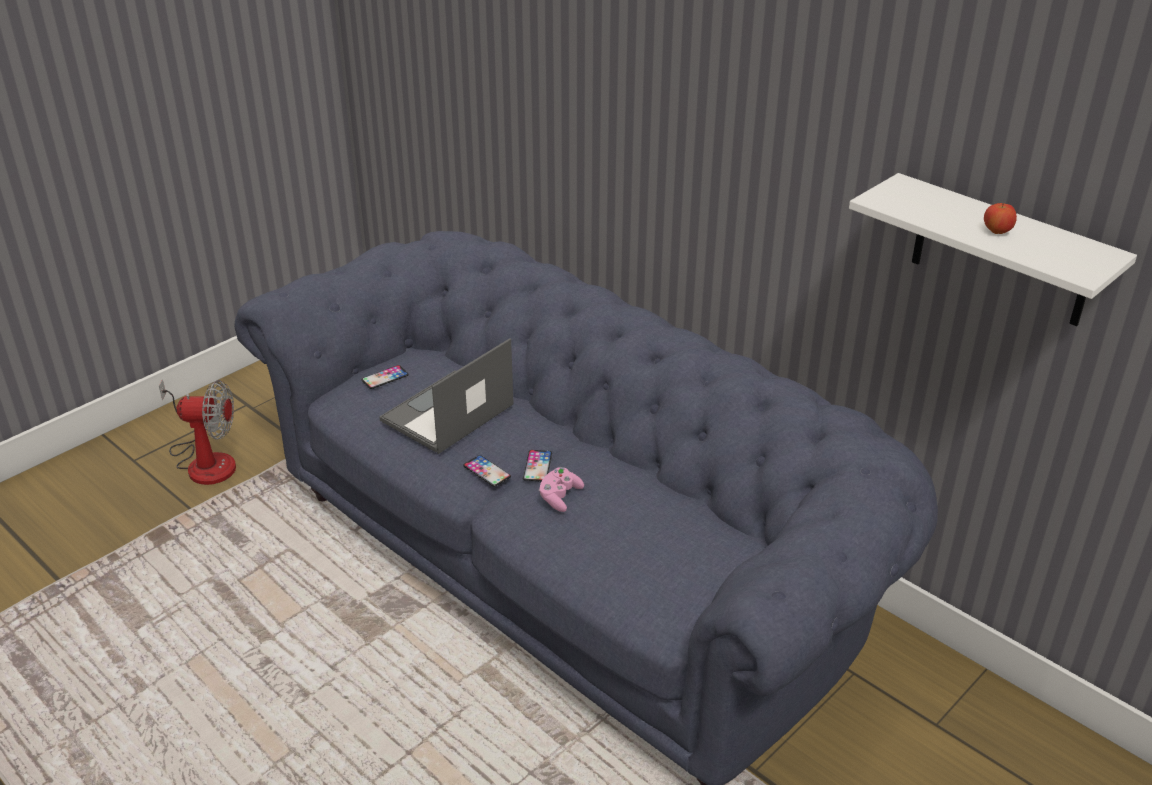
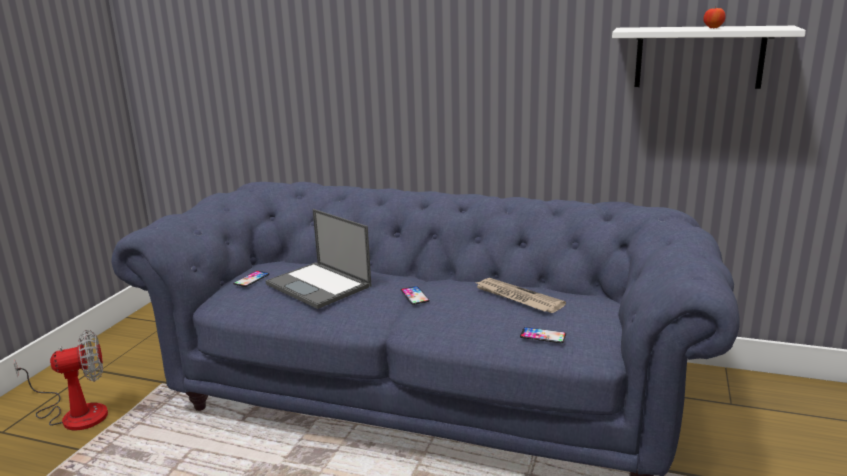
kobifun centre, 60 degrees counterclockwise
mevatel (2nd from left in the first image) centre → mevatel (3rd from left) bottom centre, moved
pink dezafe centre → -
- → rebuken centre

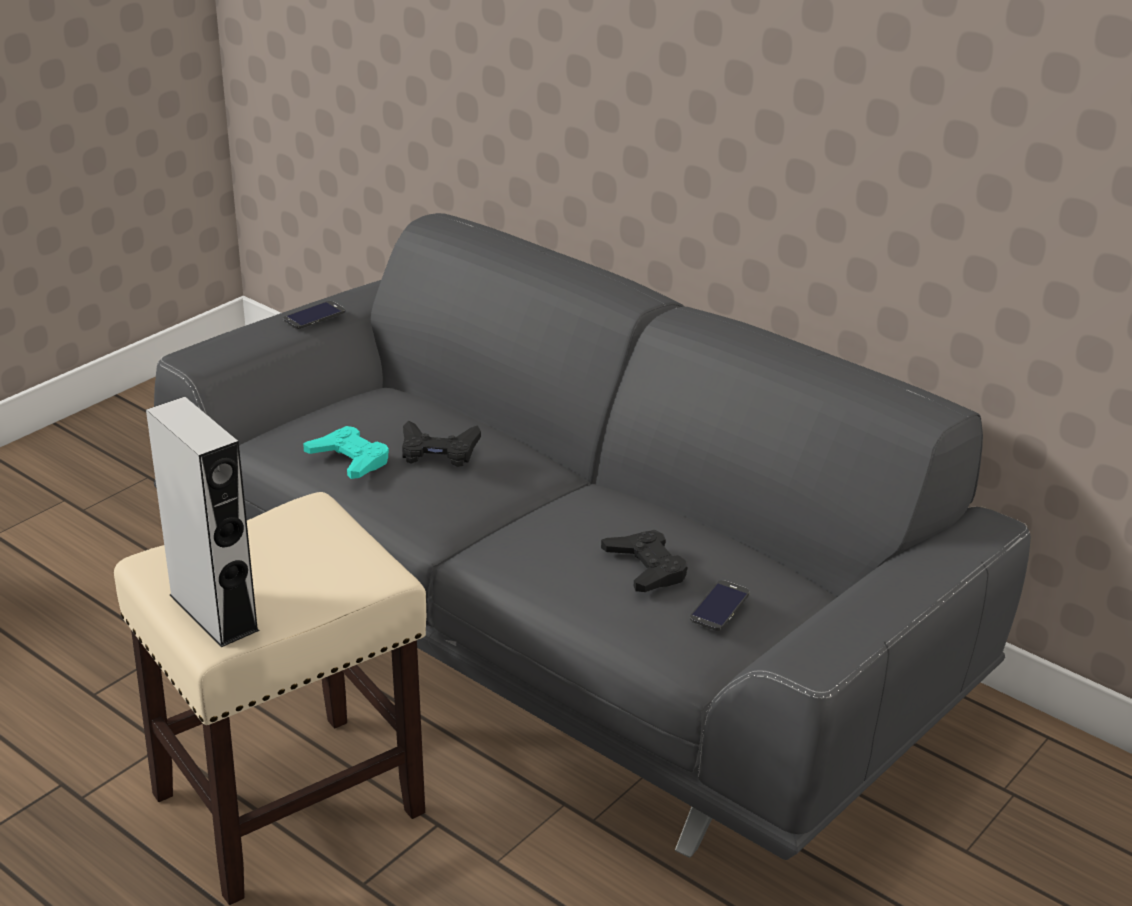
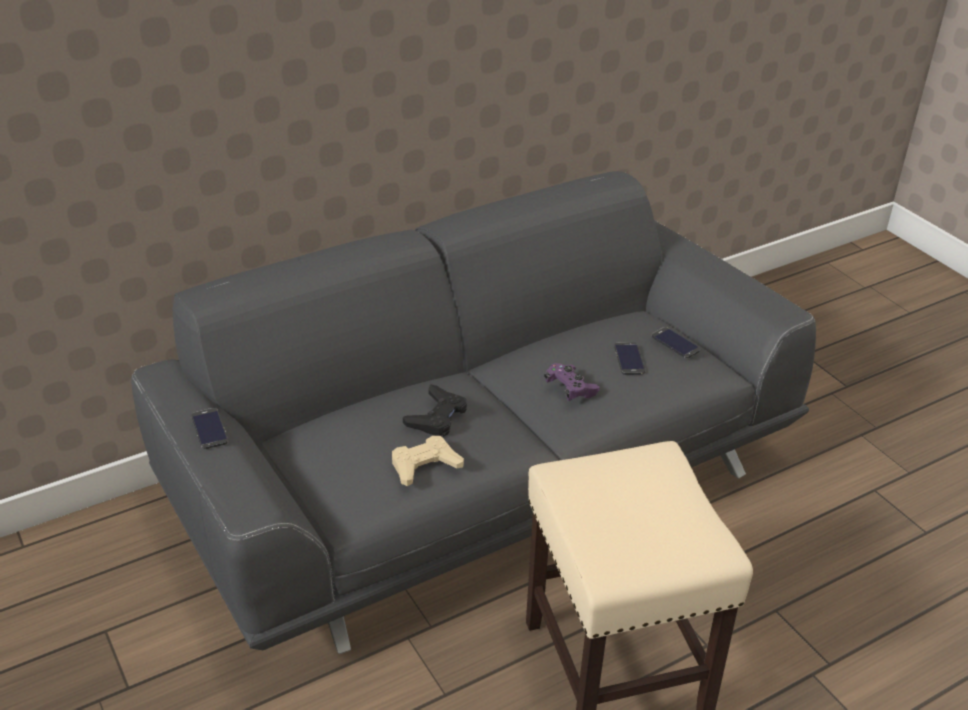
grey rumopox middle left → -
turquoise dezafe middle left → beige dezafe centre
black dezafe (2nd from left) centre → mevatel (2nd from left) centre
- → purple dezafe centre

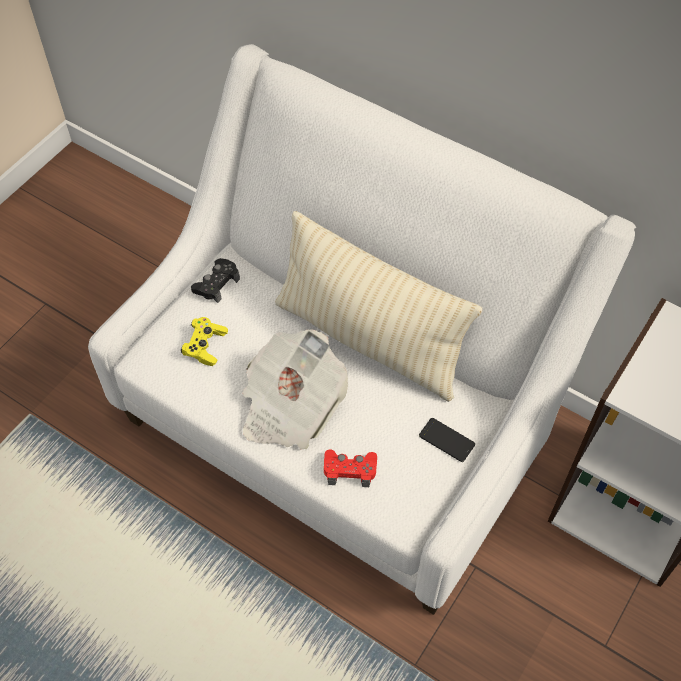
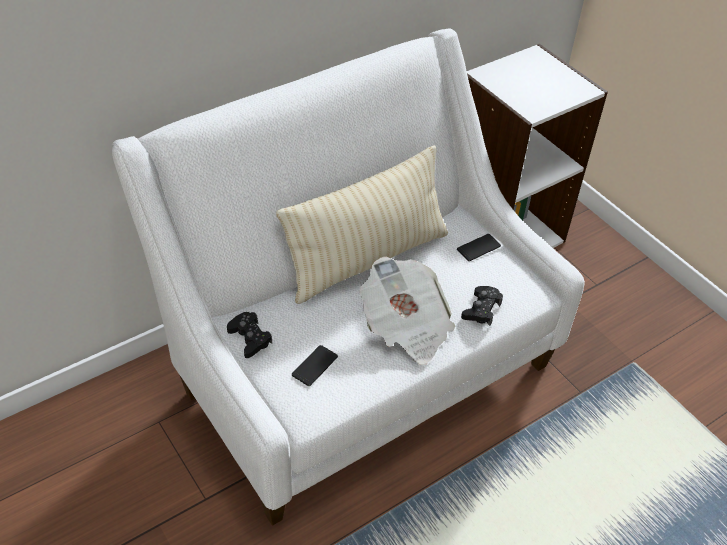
yellow dezafe middle left → mevatel (1st from left) bottom centre
red dezafe bottom centre → black dezafe (2nd from left) centre

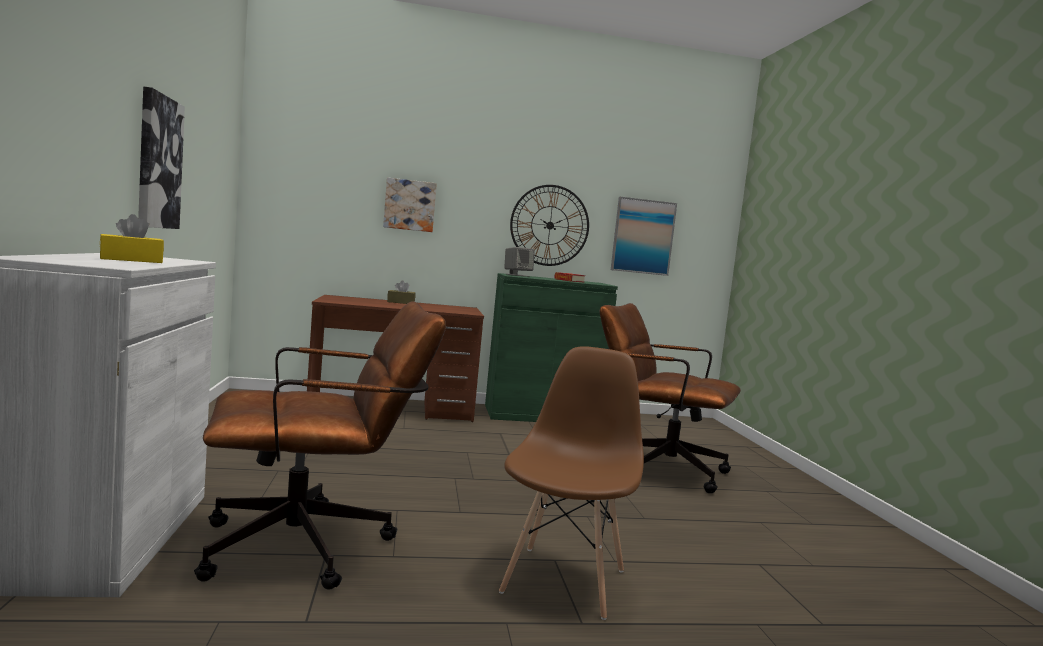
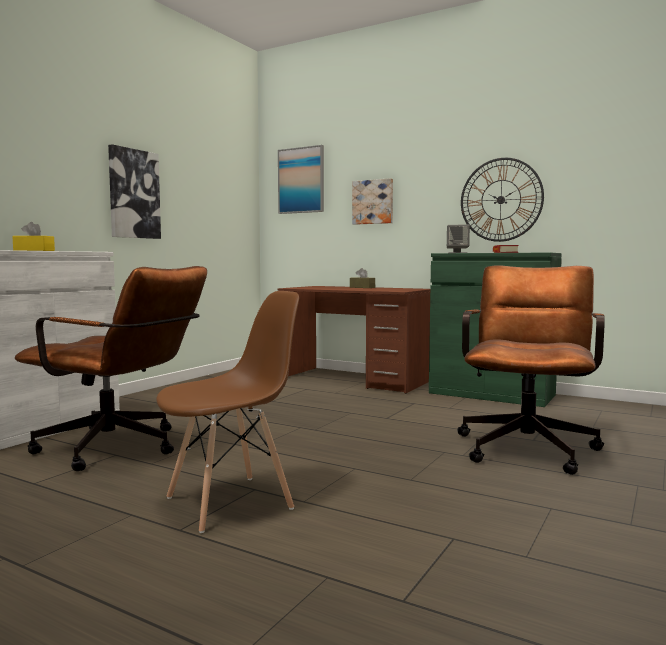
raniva (3rd from left in the first image) centre → raniva (2nd from left) top centre, moved
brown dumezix (2nd from left) centre → brown dumezix (2nd from left) middle right, 45 degrees clockwise

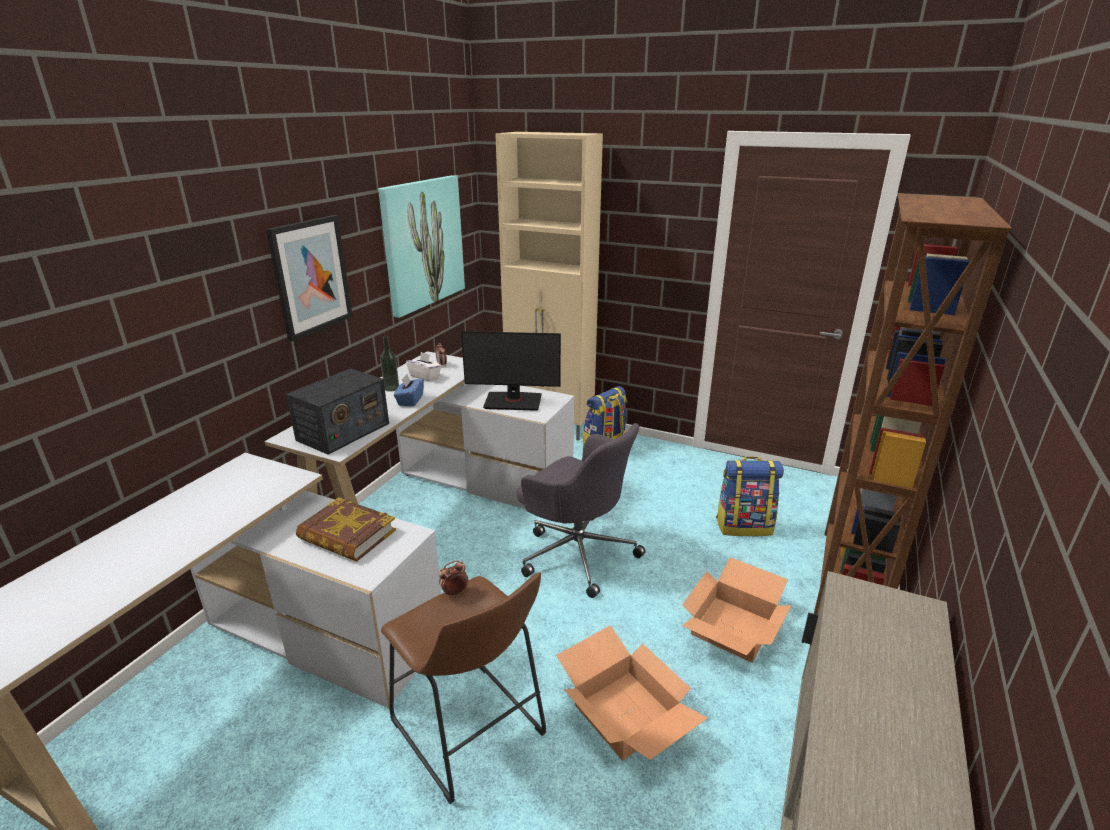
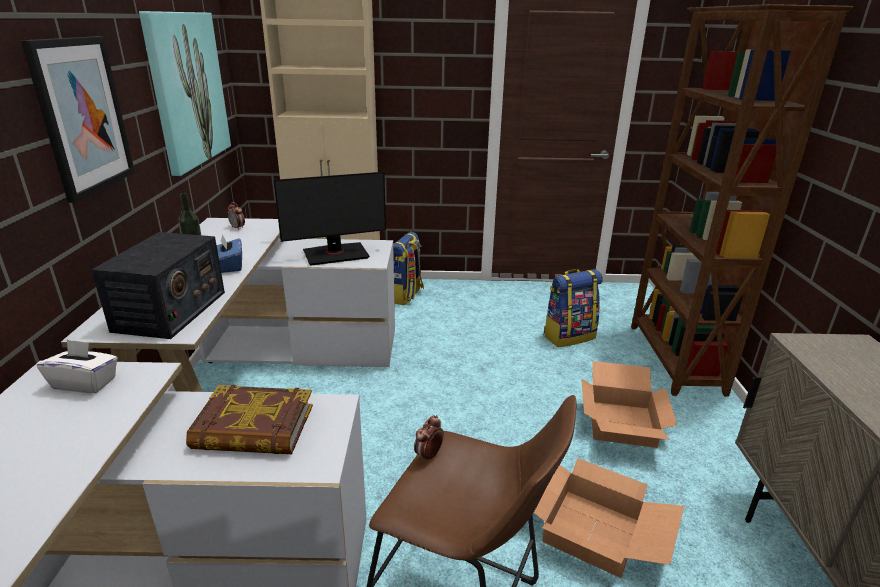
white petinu centre → white petinu middle left, moved
grey dumezix centre → -

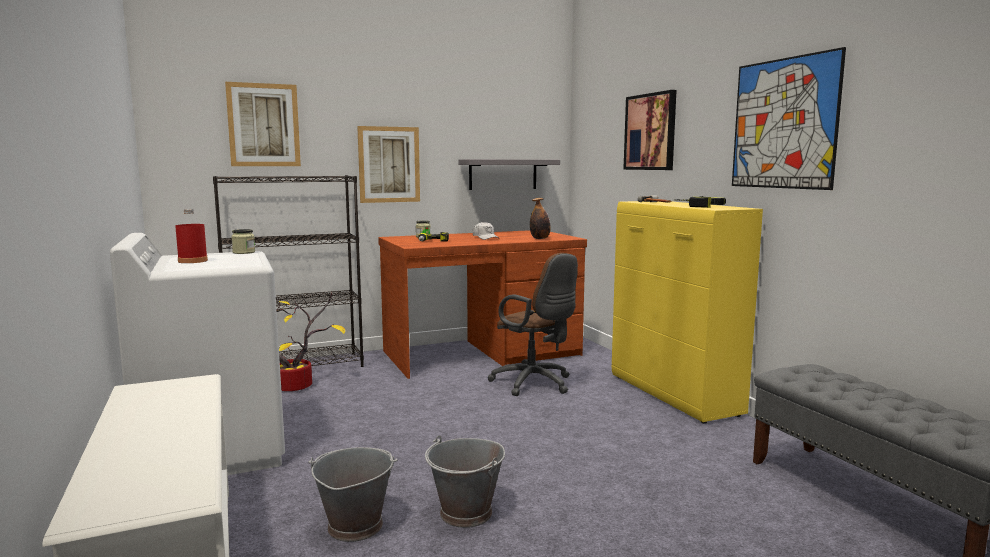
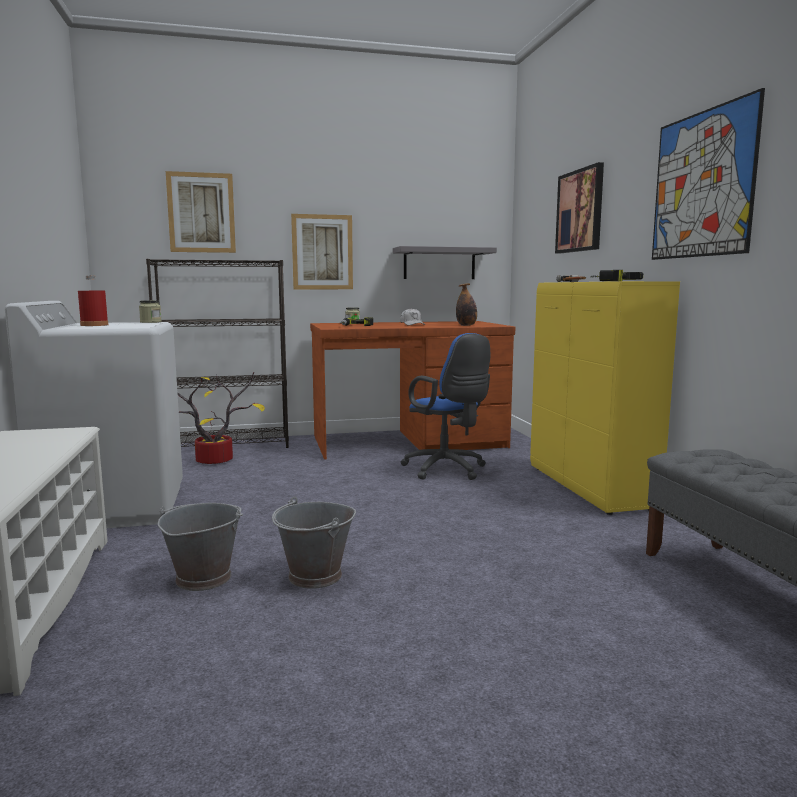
brown dumezix centre → blue dumezix centre

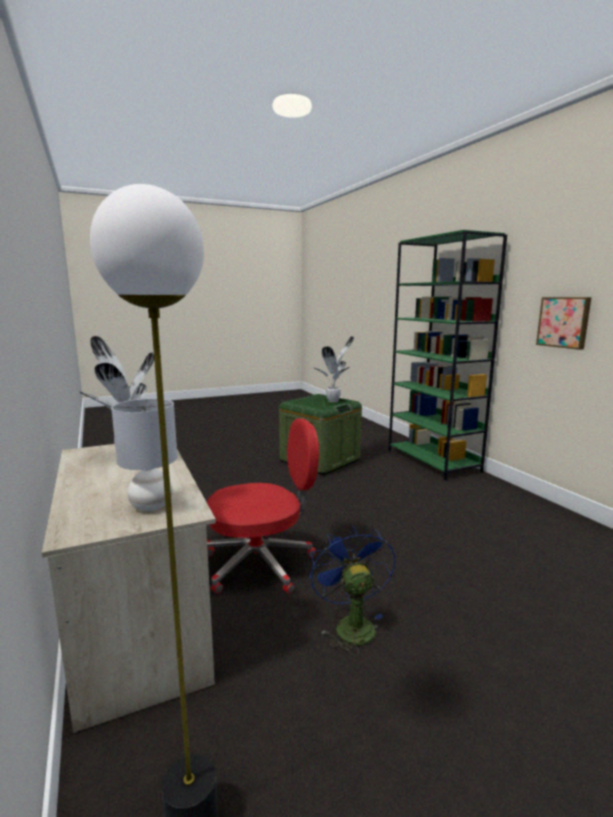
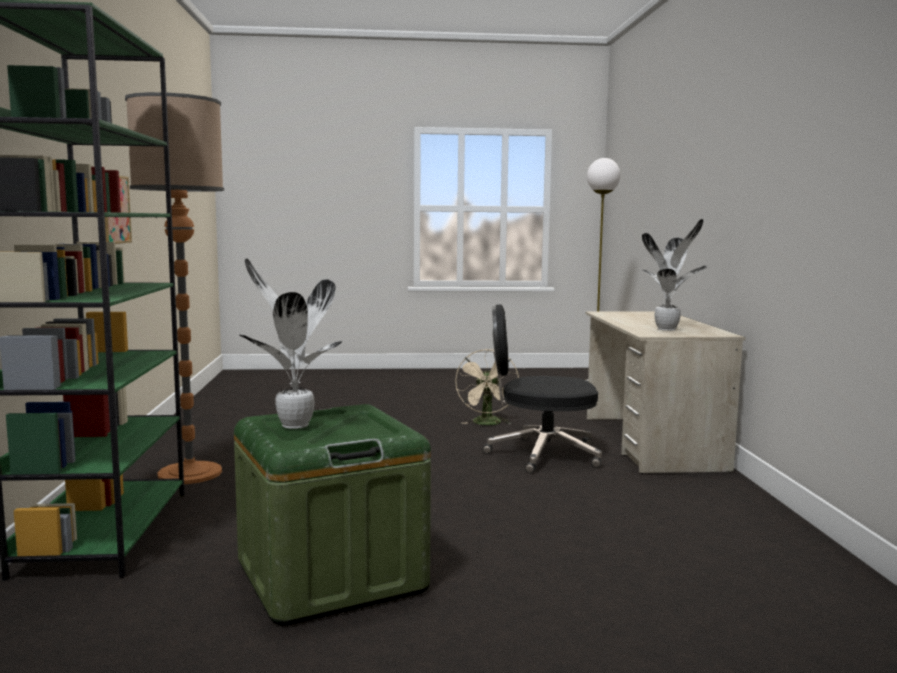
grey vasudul middle left → -
red dumezix centre → black dumezix centre
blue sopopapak bottom centre → beige sopopapak centre
- → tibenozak (1st from left) middle left

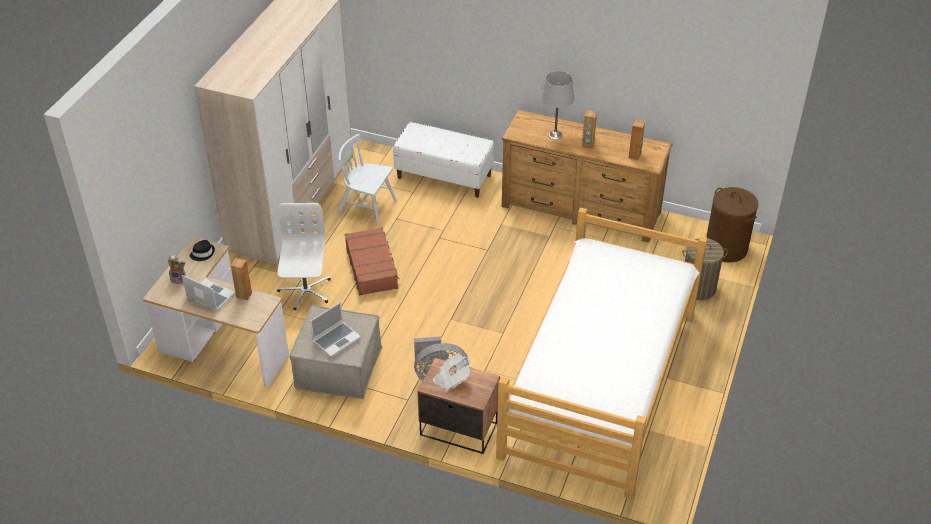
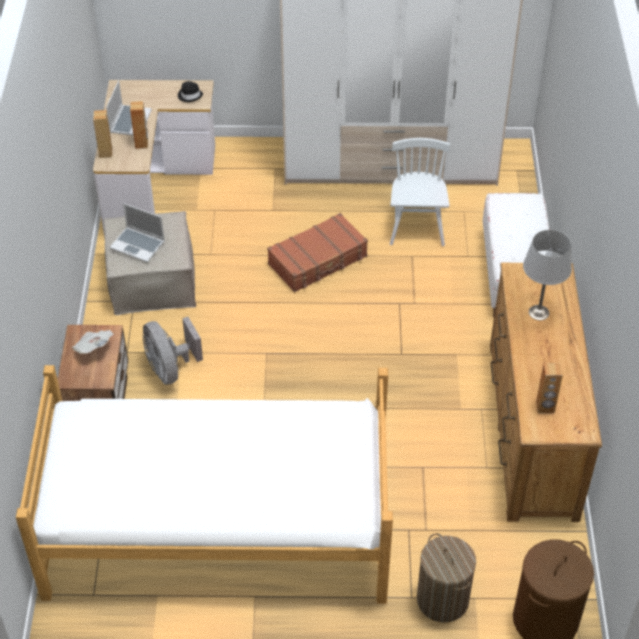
brown rumopox (2nd from left in the first image) top centre → brown rumopox (1st from left) top left, moved
white dumezix middle left → -
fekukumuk middle left → -

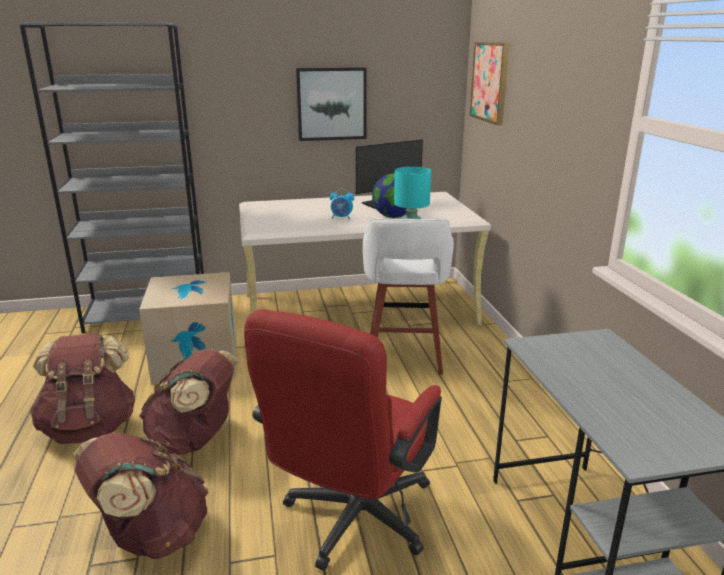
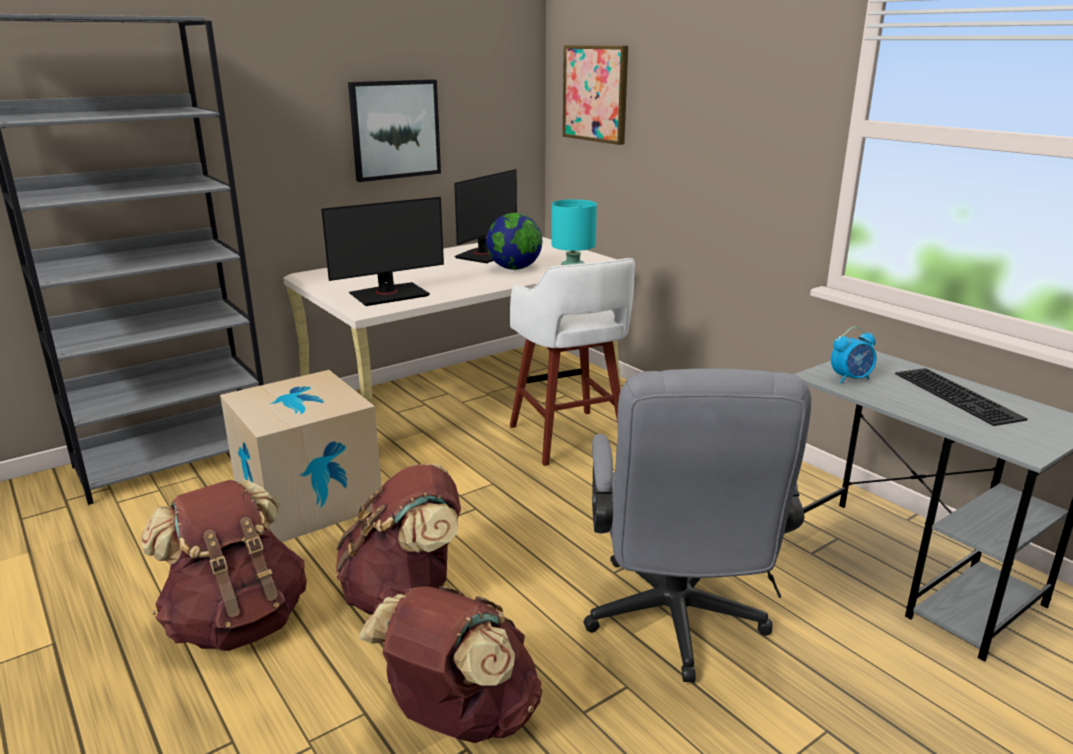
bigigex centre → bigigex middle right, moved
red dumezix bottom centre → grey dumezix bottom centre
- → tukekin (1st from left) top centre
- → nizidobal middle right

